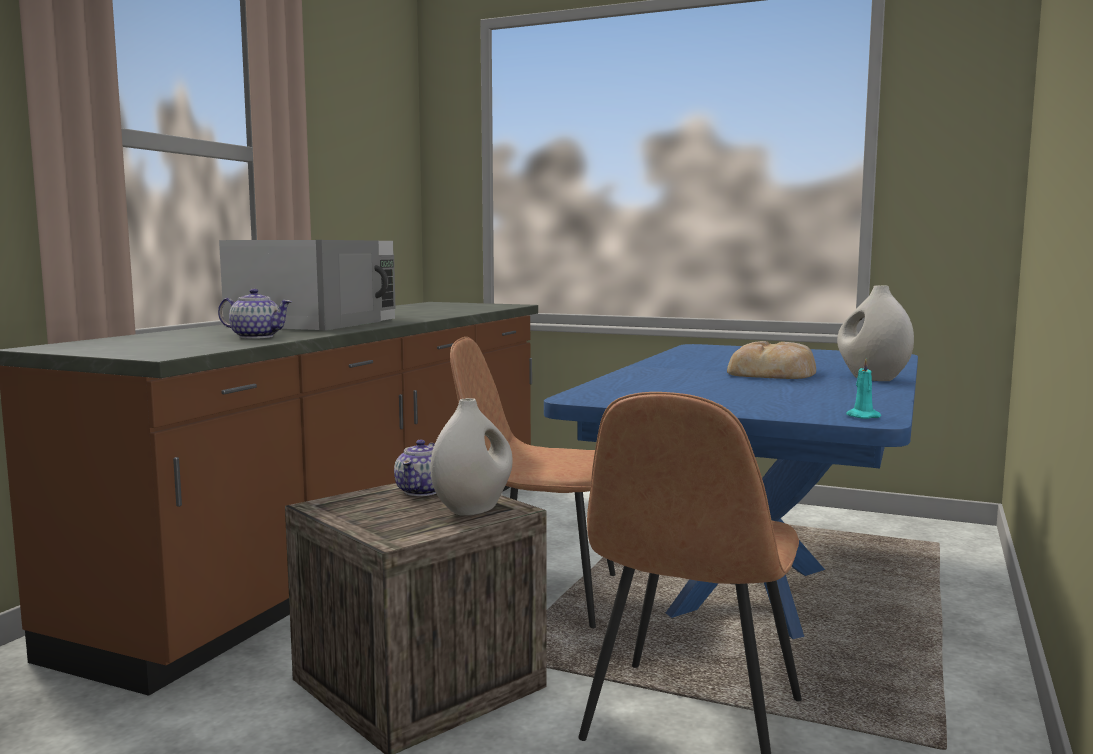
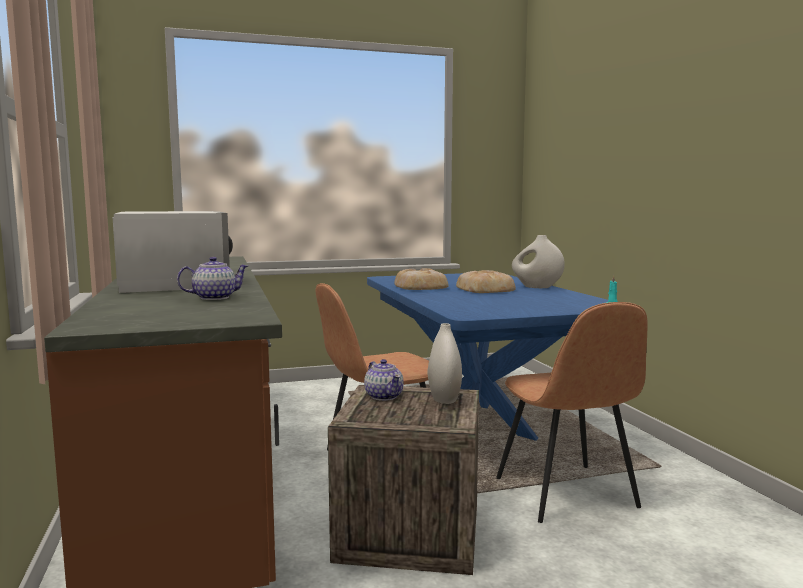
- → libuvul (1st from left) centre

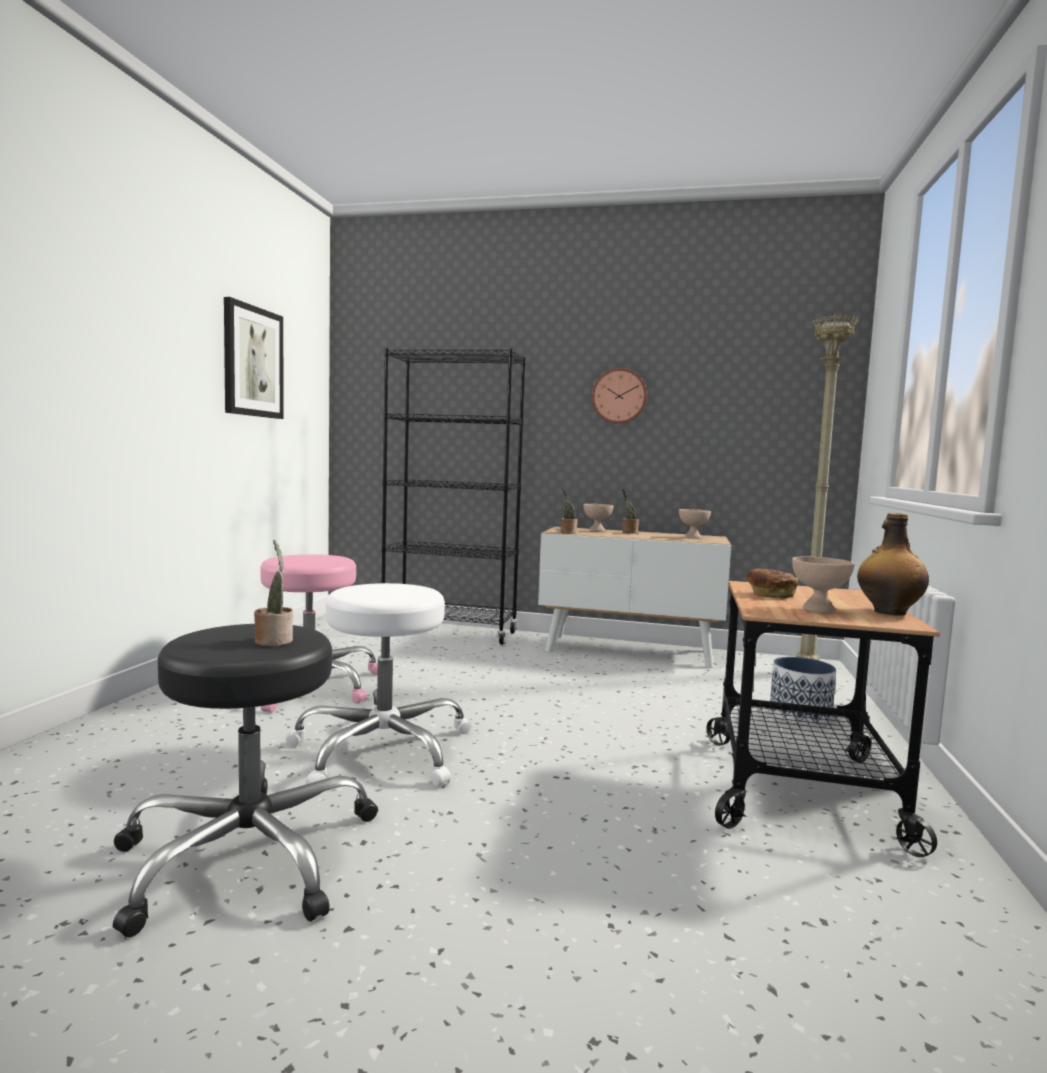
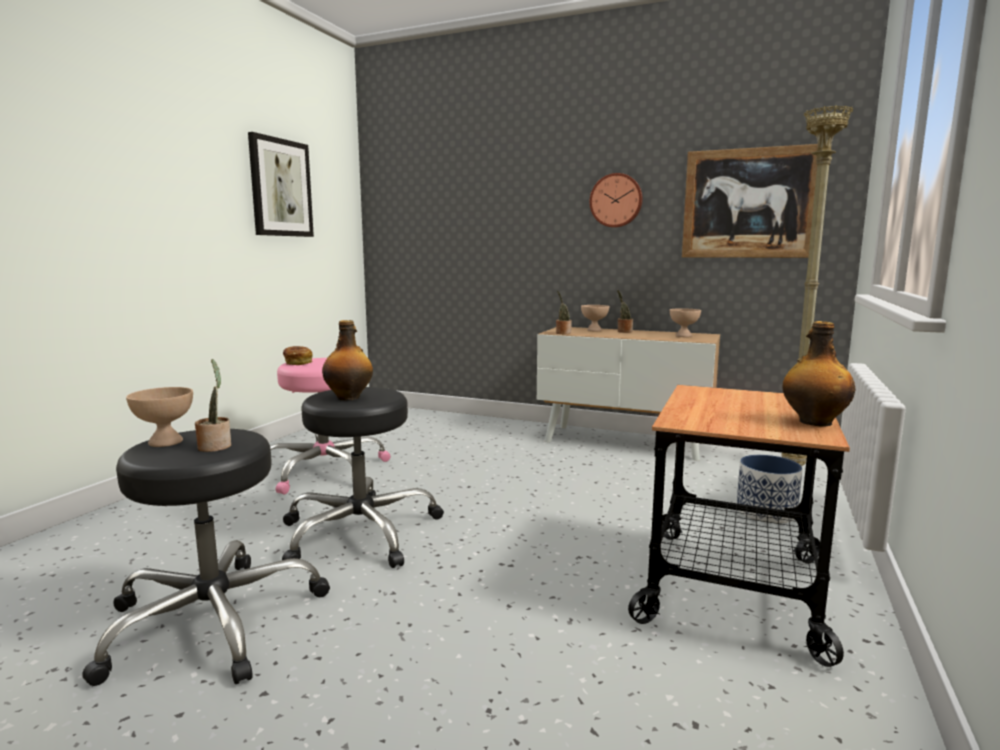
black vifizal centre → -
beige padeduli (3rd from left in the first image) middle right → beige padeduli (1st from left) middle left, moved
libuvul middle right → libuvul middle left, moved
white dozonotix centre → black dozonotix (2nd from left) centre
- → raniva (2nd from left) top right
- → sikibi (1st from left) centre

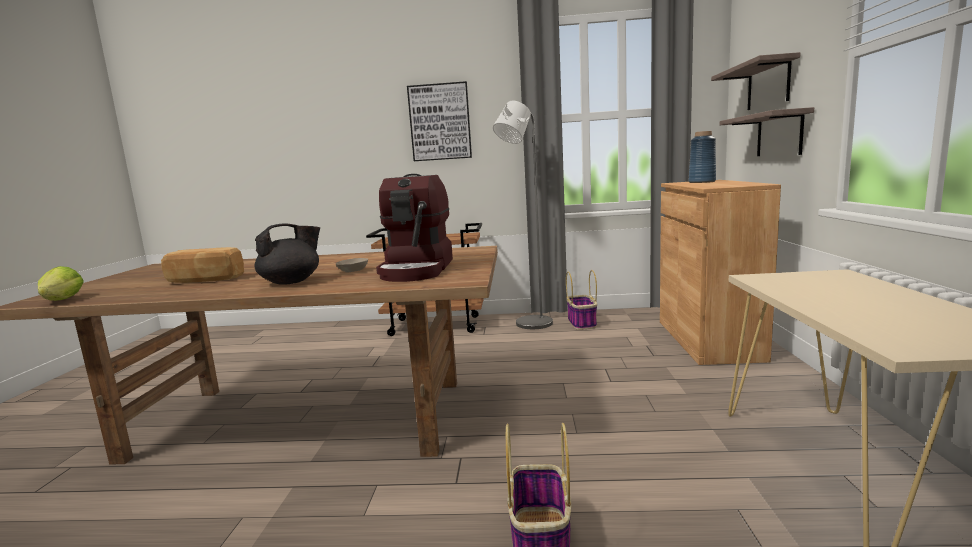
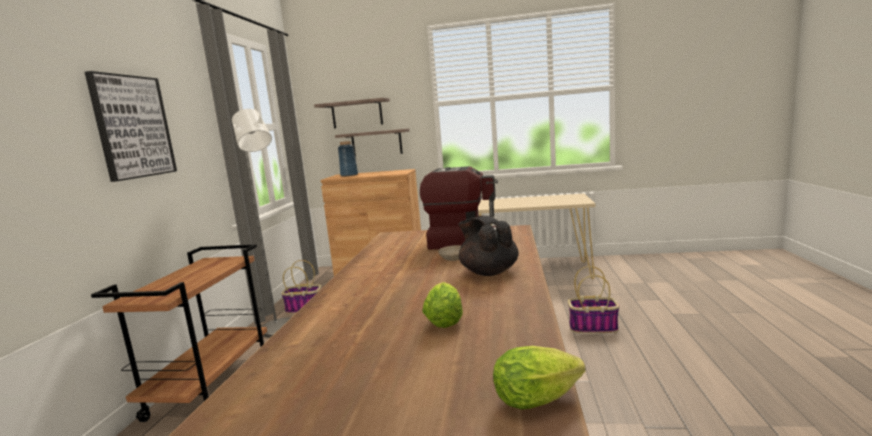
libuvul middle left → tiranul (1st from left) bottom centre

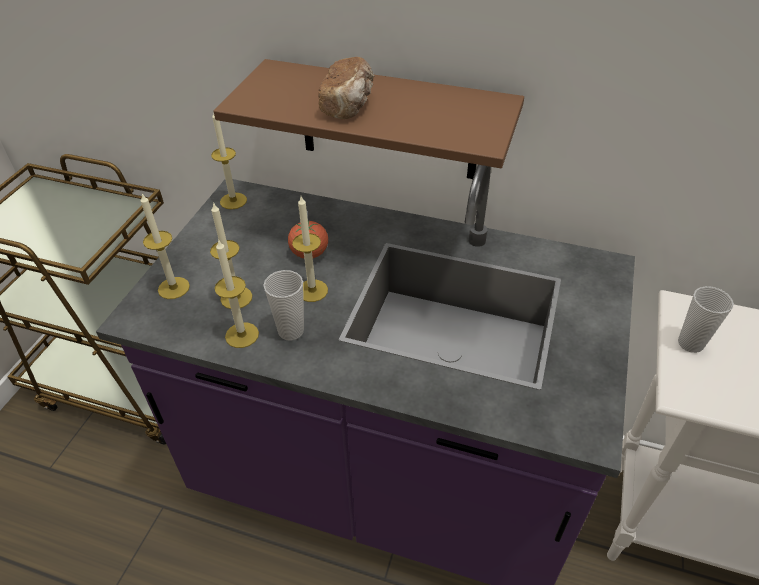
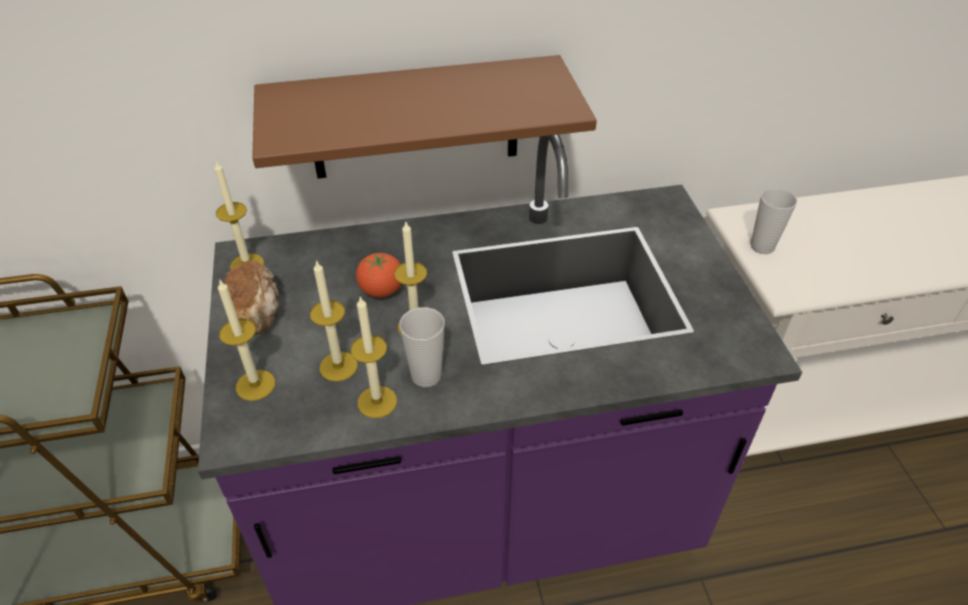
libuvul top centre → libuvul middle left, moved

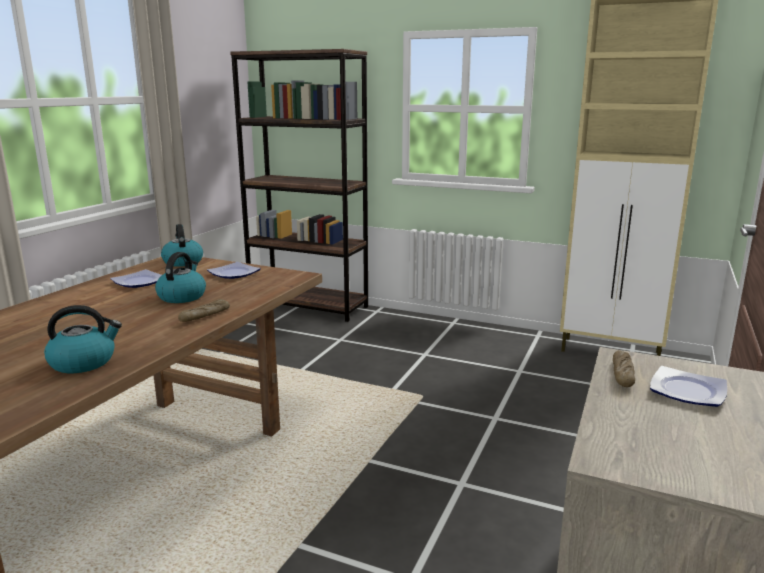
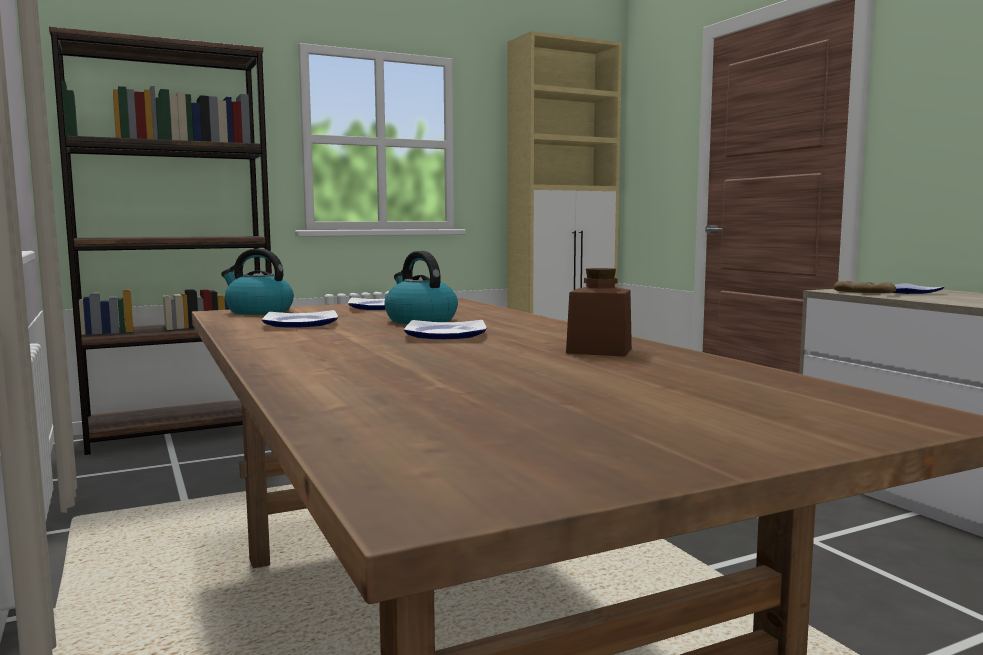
libuvul (1st from left) middle left → -
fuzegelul (1st from left) middle left → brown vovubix centre
- → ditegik (3rd from left) centre

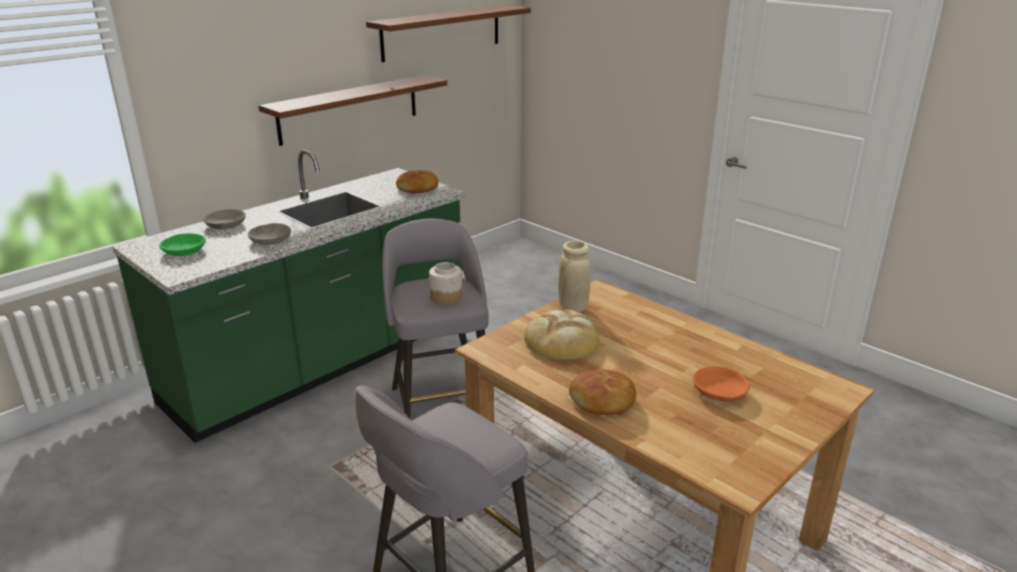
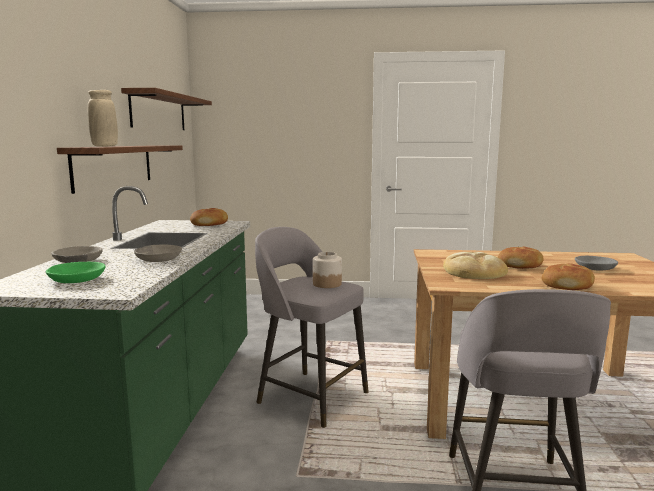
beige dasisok centre → beige dasisok top left, moved
orange padeduli bottom right → grey padeduli (3rd from left) middle right
- → libuvul (3rd from left) middle right

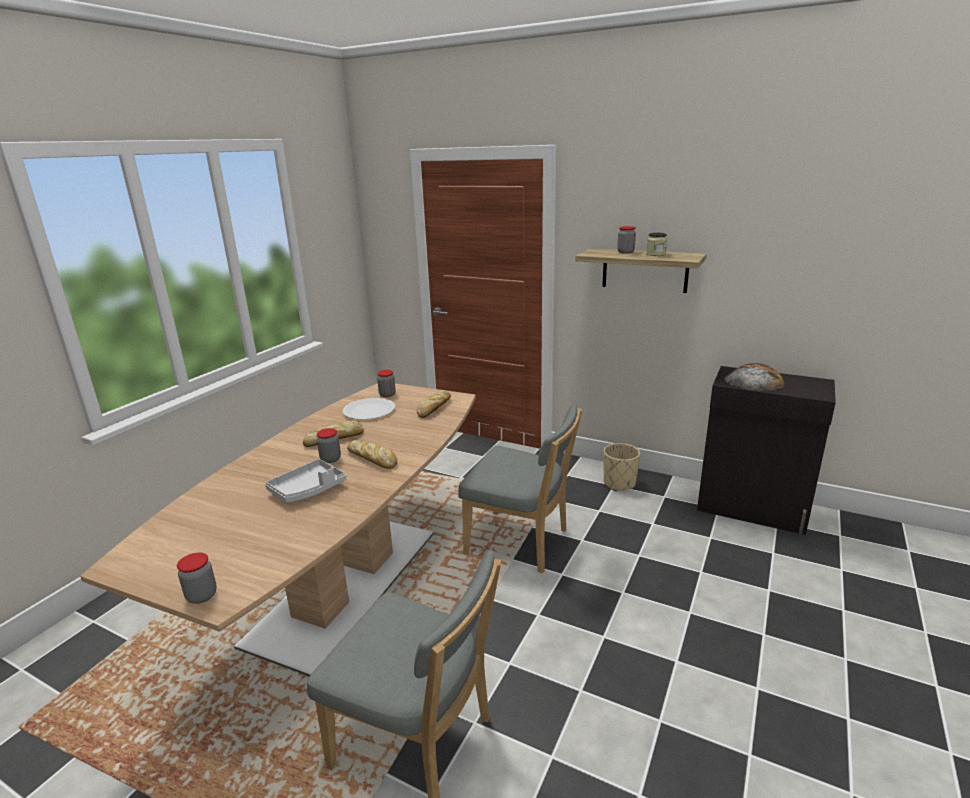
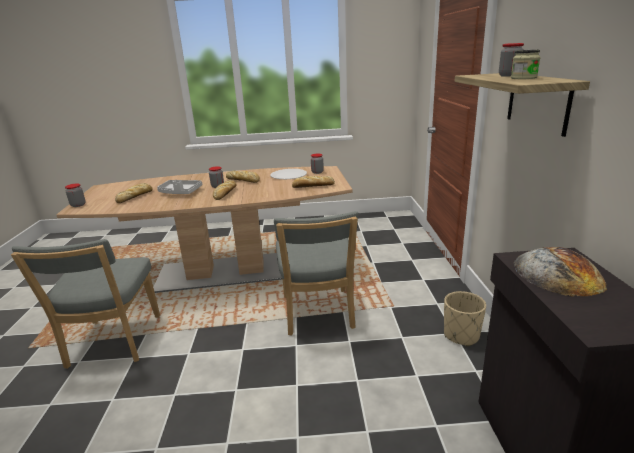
- → libuvul (1st from left) middle left

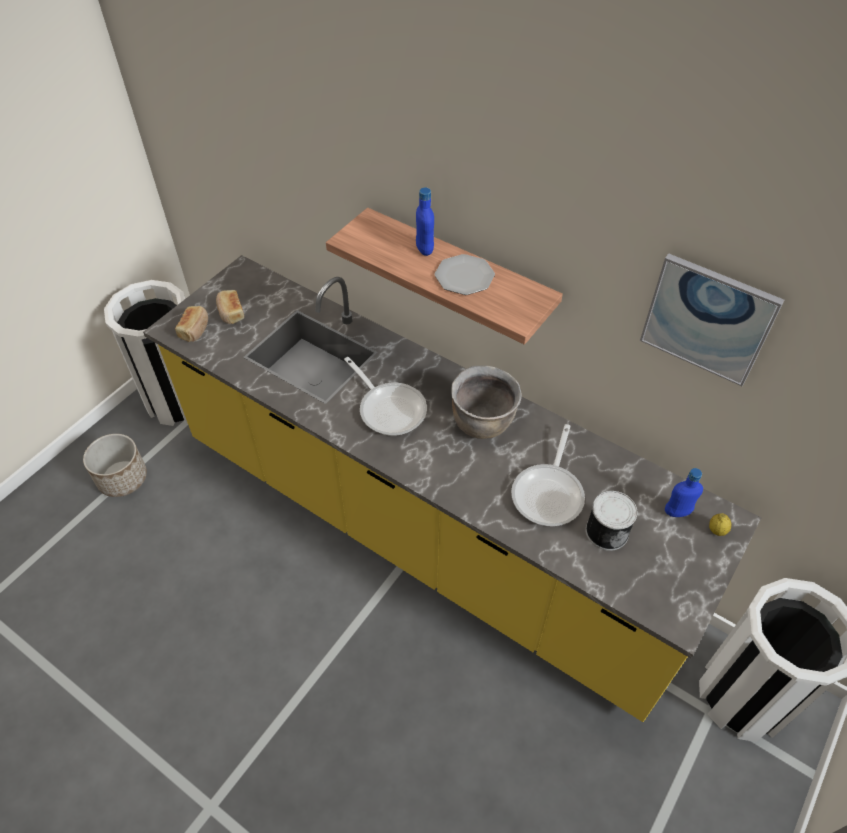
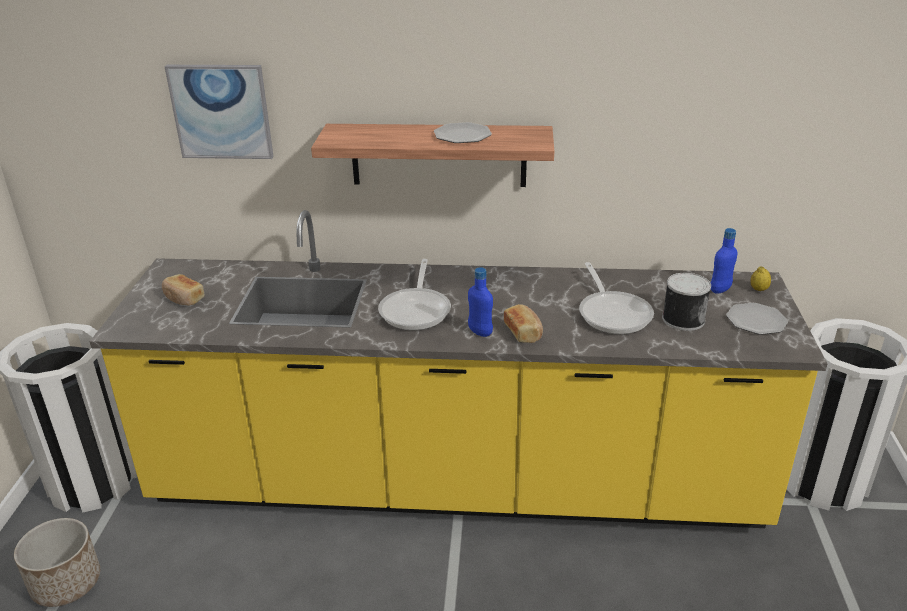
blue sikibi (1st from left) top centre → blue sikibi (1st from left) centre, moved
raniva middle right → raniva top left, moved
libuvul (1st from left in the first image) middle left → libuvul (2nd from left) centre, moved
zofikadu (1st from left) centre, 75 degrees clockwise
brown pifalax centre → -
- → ditegik (2nd from left) middle right

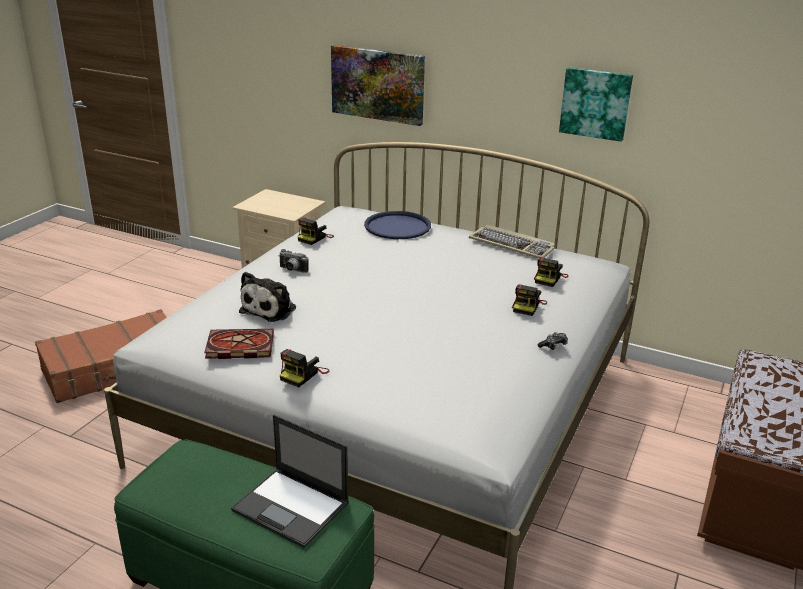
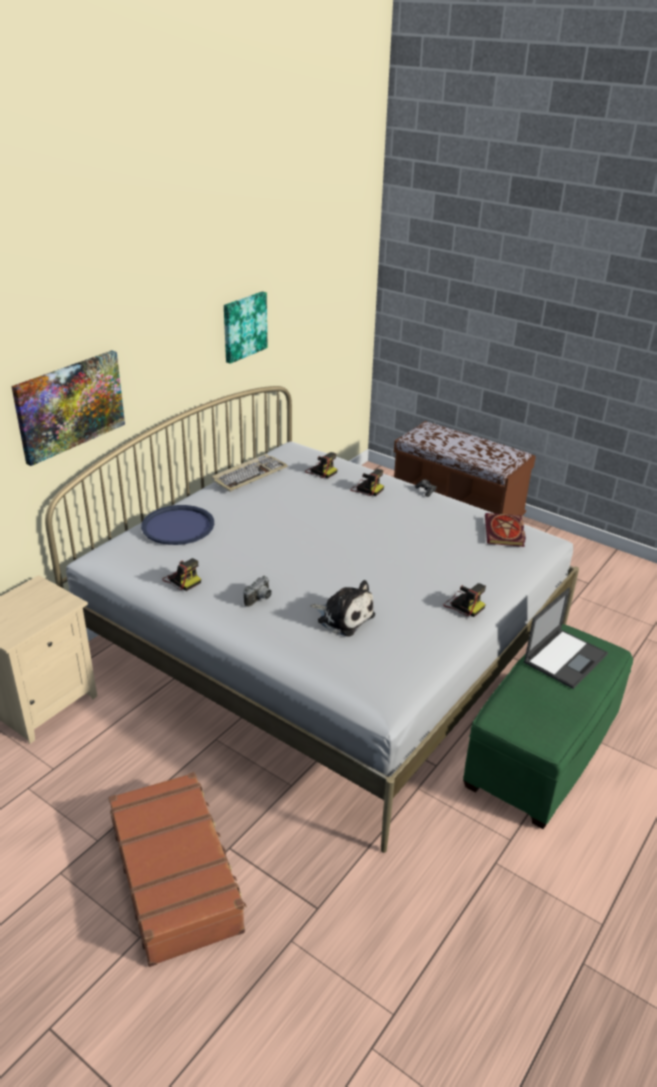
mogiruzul middle left → mogiruzul middle right, moved

